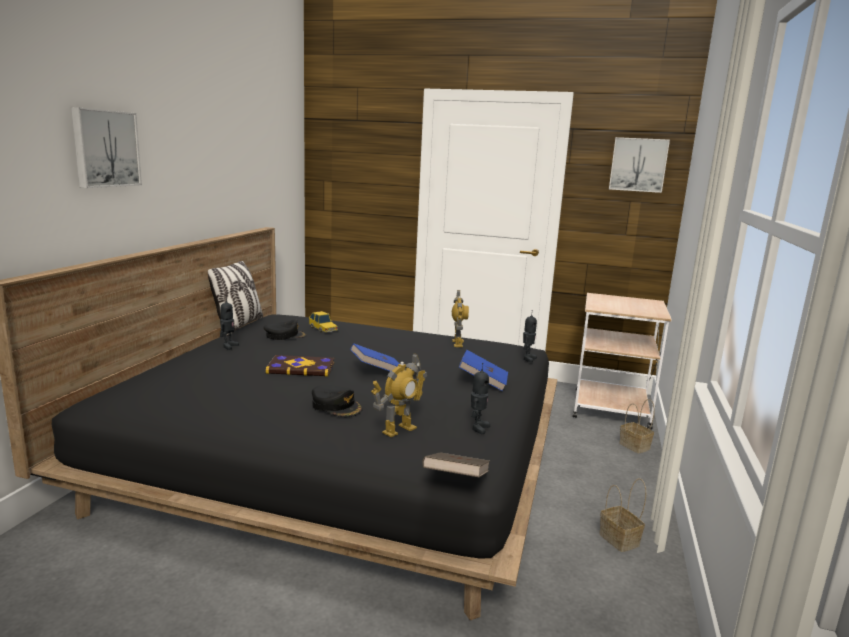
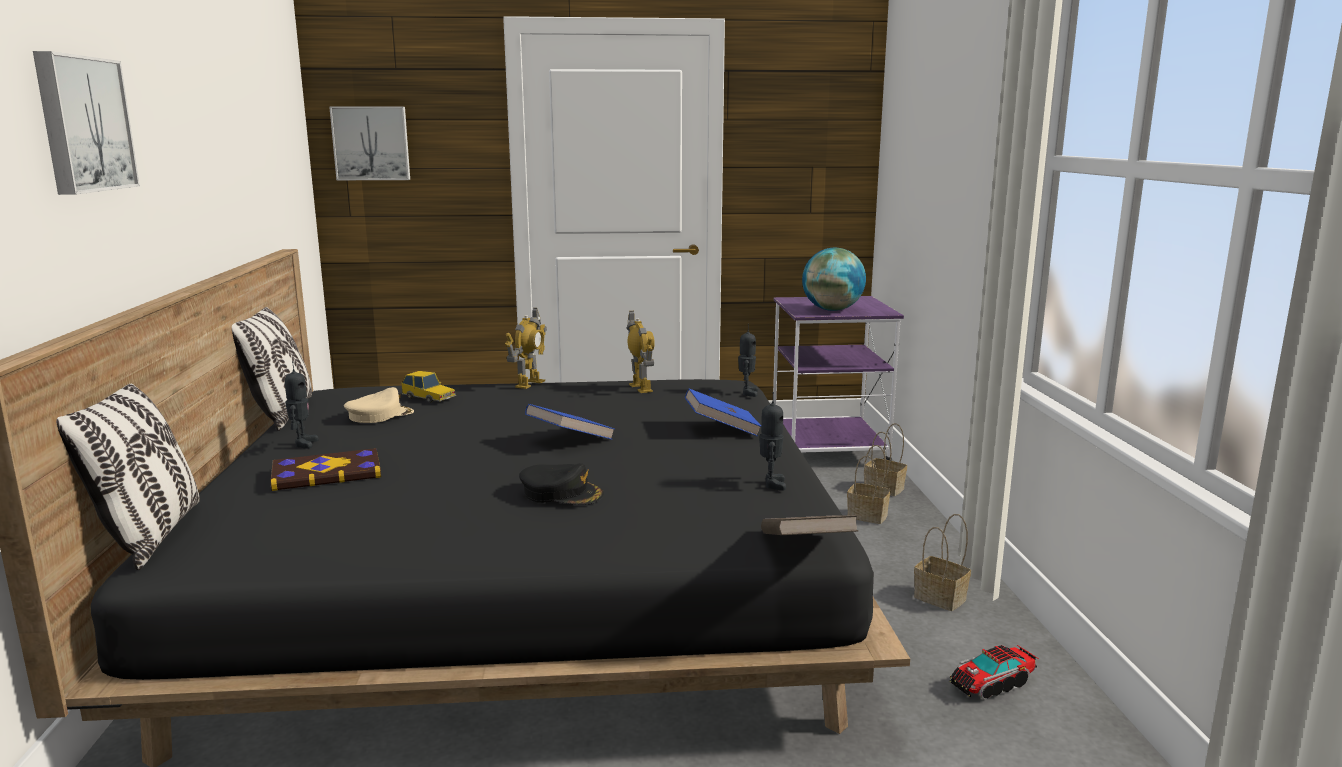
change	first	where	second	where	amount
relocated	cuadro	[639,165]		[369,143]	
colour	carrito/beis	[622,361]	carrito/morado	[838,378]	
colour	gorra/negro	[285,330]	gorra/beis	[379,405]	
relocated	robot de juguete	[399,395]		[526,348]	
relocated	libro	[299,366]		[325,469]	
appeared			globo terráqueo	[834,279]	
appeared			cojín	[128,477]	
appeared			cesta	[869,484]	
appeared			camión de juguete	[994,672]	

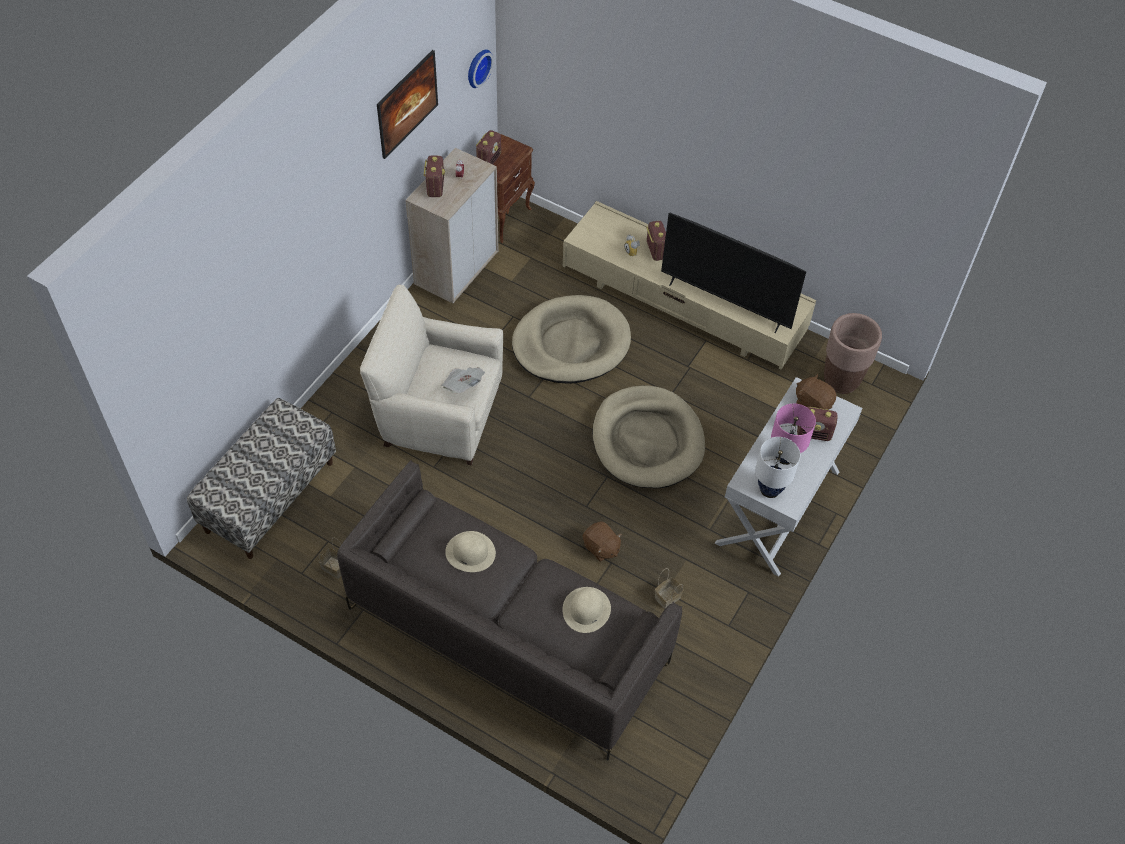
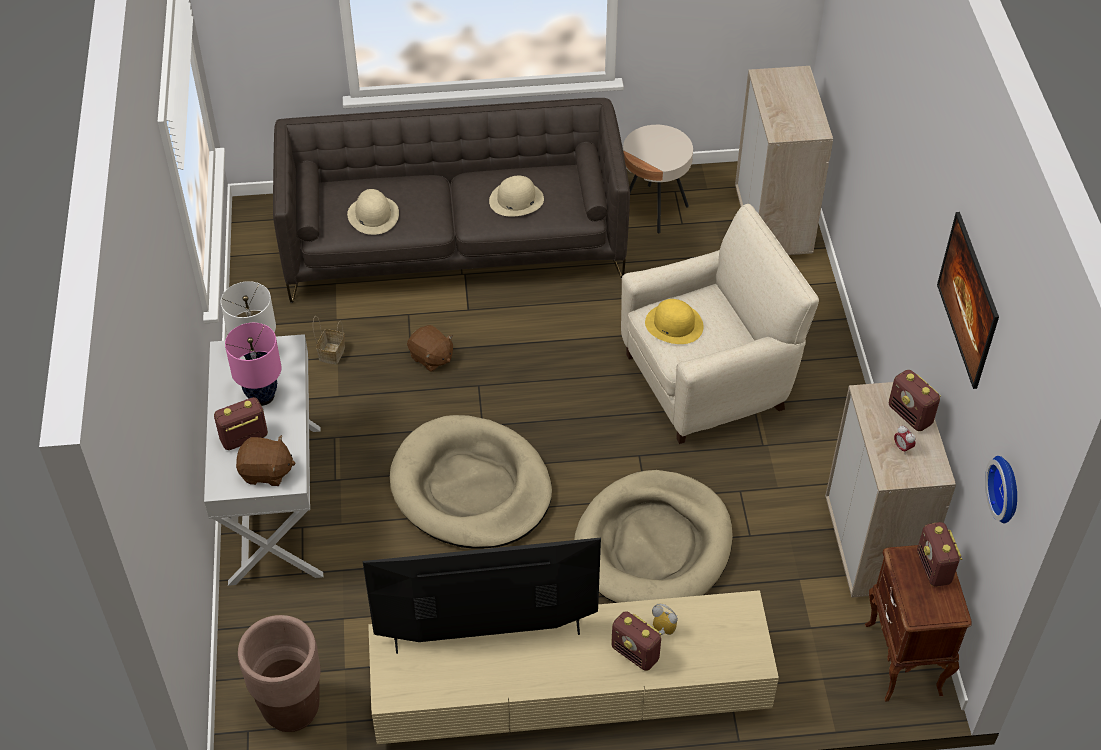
change	first	where	second	where	amount
exchanged	periódico	[463,380]	sombrero/amarillo	[674,321]	
exchanged	banco	[261,478]	armario/beis	[784,160]	
spun	peluche/marrón	[602,541]		[430,348]	150 degrees counterclockwise
exchanged	cesta	[330,558]	mesa auxiliar/beis	[658,179]	

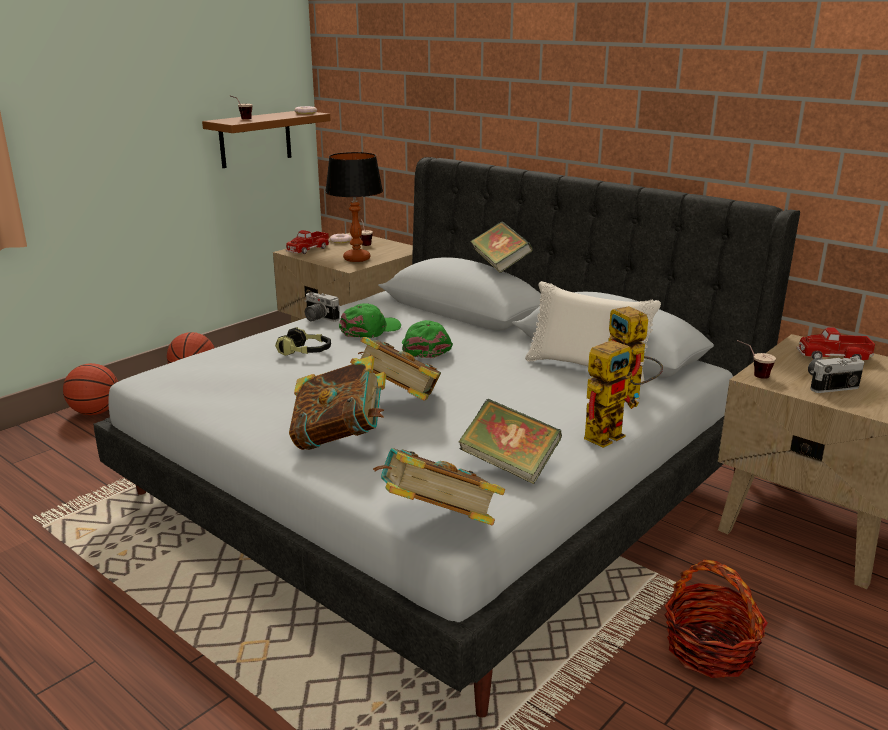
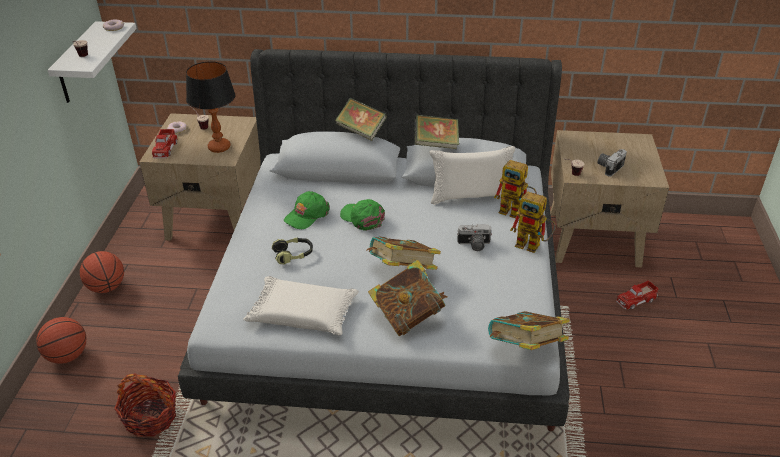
change	first	where	second	where	amount
colour	estante/marrón	[266,139]	estante/blanco	[92,62]	
relocated	cámara	[322,307]		[474,237]	
spun	gorra/verde	[370,320]		[307,210]	150 degrees counterclockwise
relocated	camión de juguete	[836,343]		[637,295]	
spun	robot de juguete	[611,392]		[533,222]	105 degrees clockwise
relocated	libro	[510,441]		[437,132]	
relocated	cesta	[716,619]		[145,405]	
appeared			cojín/blanco	[301,306]	

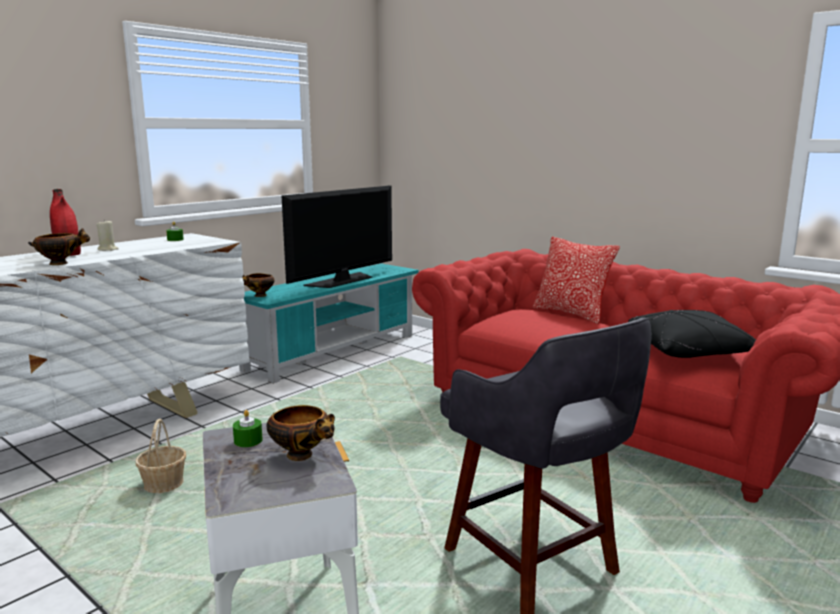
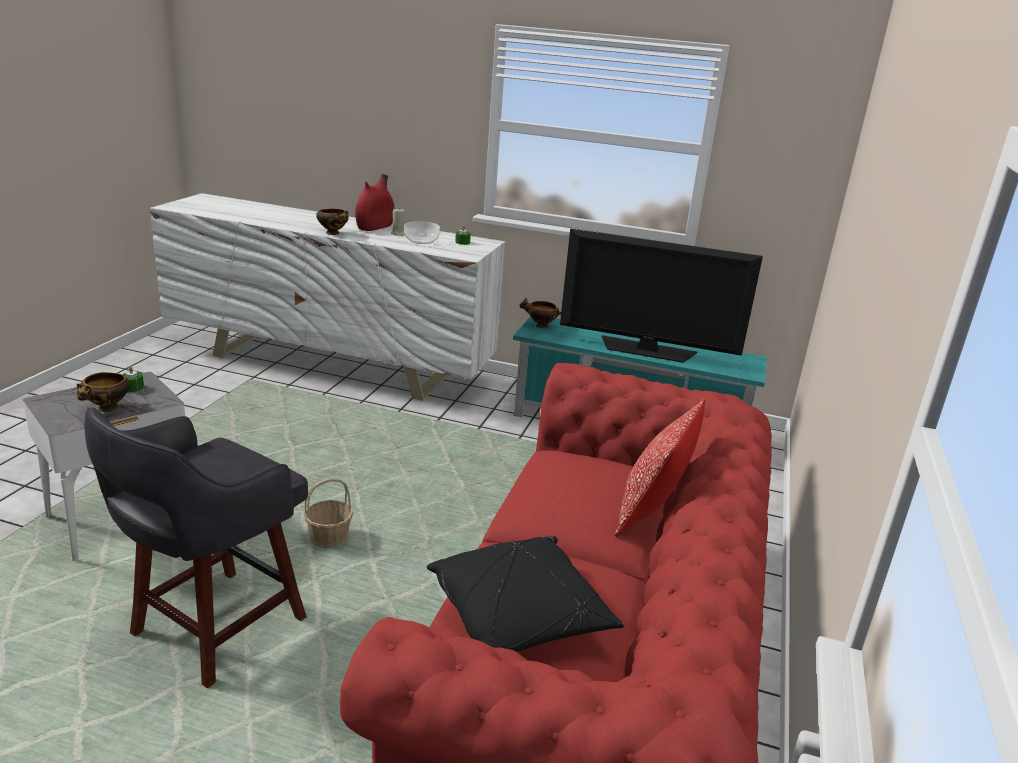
change	first	where	second	where	amount
relocated	cesta	[161,456]		[328,513]	
appeared			cuenco	[422,232]	

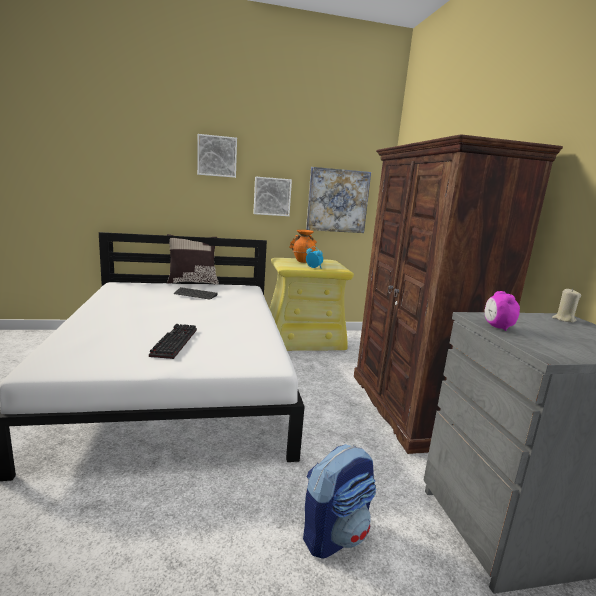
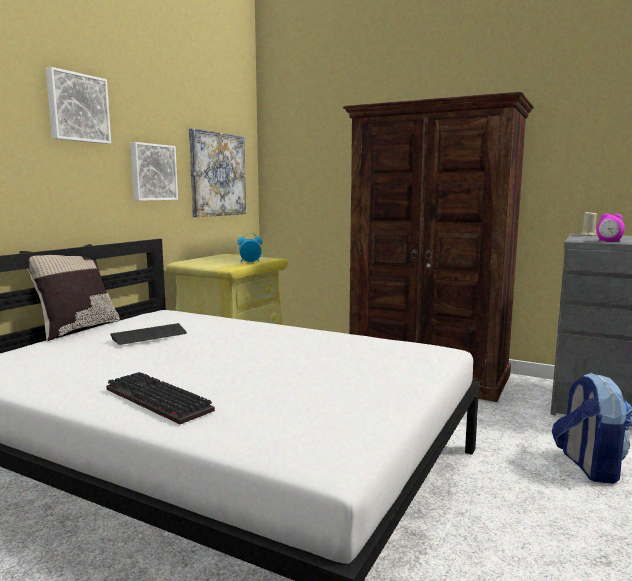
change	first	where	second	where	amount
missing	florero/naranja	[303,246]			
relocated	teclado	[173,341]		[160,398]	

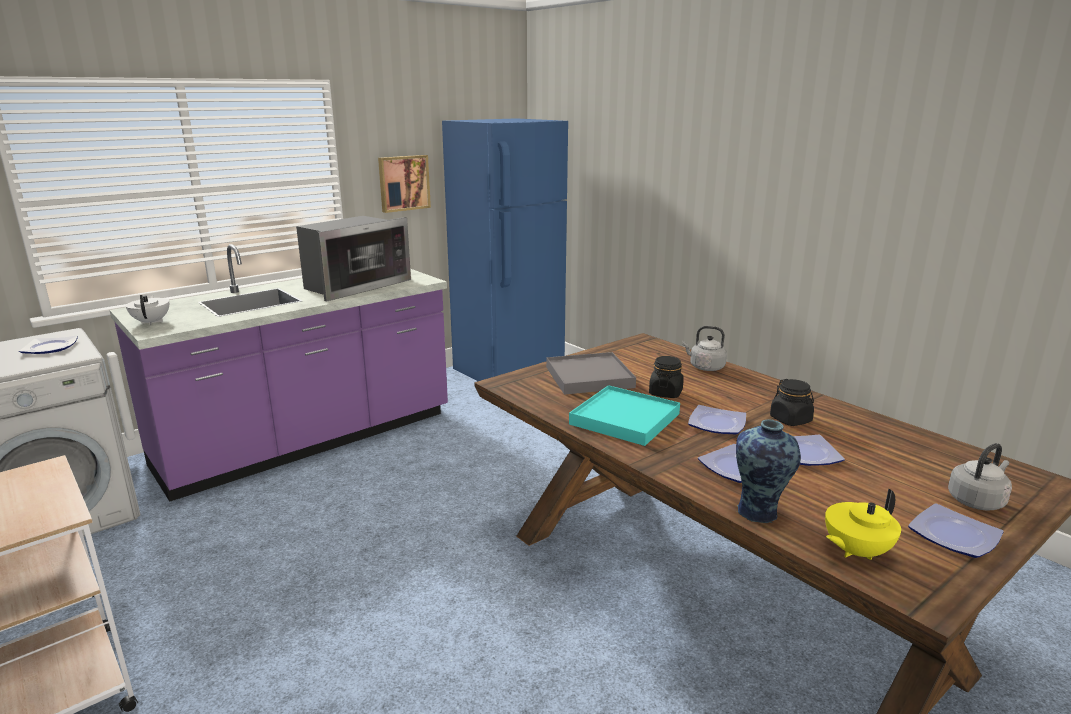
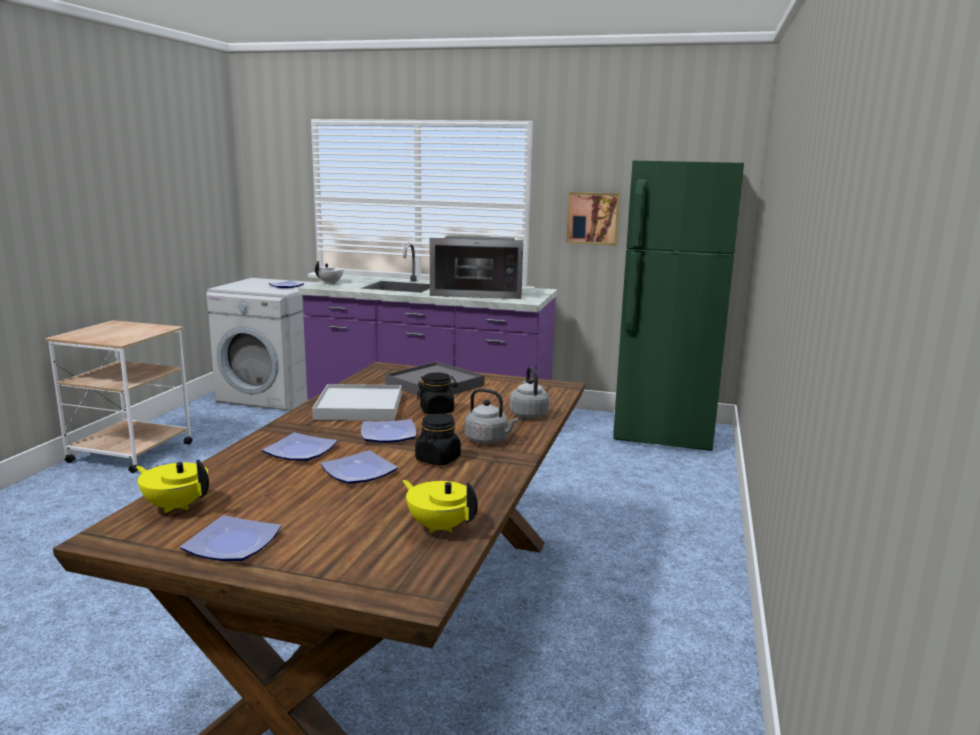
change	first	where	second	where	amount
colour	nevera/azul	[505,249]	nevera/verde	[678,306]	
colour	bandeja/turquesa	[624,415]	bandeja/blanco	[356,402]	
missing	florero	[768,471]			
relocated	hervidor/gris	[980,477]		[492,416]	
appeared			tetera/amarillo	[440,506]	

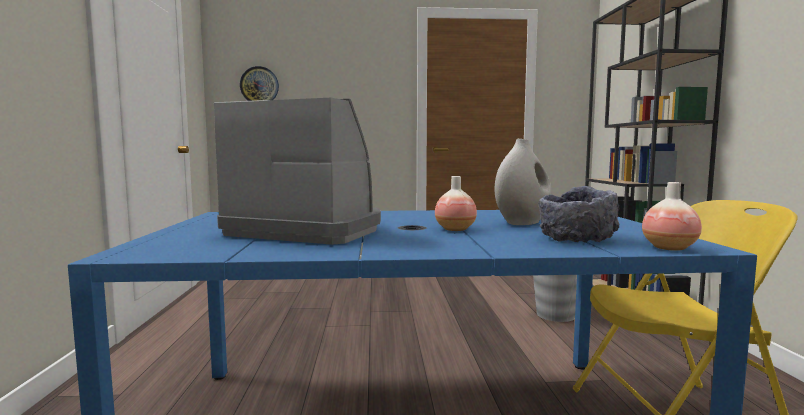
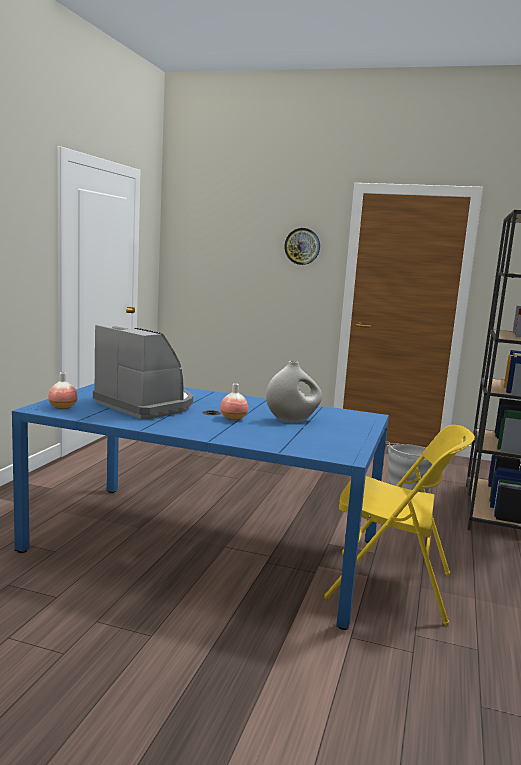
change	first	where	second	where	amount
relocated	reloj de pared	[259,83]		[302,246]	
relocated	florero	[672,216]		[63,390]	
missing	cuenco/gris	[578,214]			

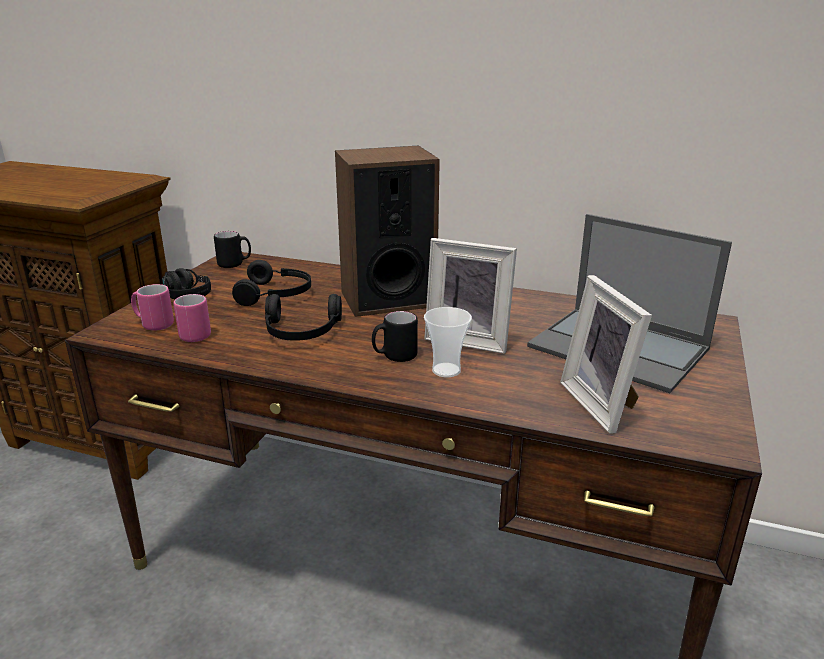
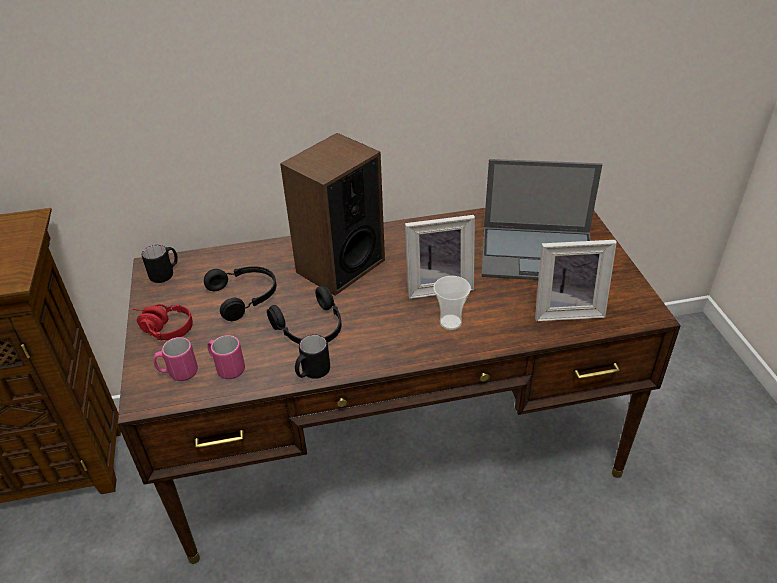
change	first	where	second	where	amount
colour	auriculares/negro	[186,283]	auriculares/rojo	[162,322]	
spun	portarretratos	[606,354]		[576,280]	45 degrees counterclockwise
relocated	taza grande/negro	[395,336]		[312,356]	

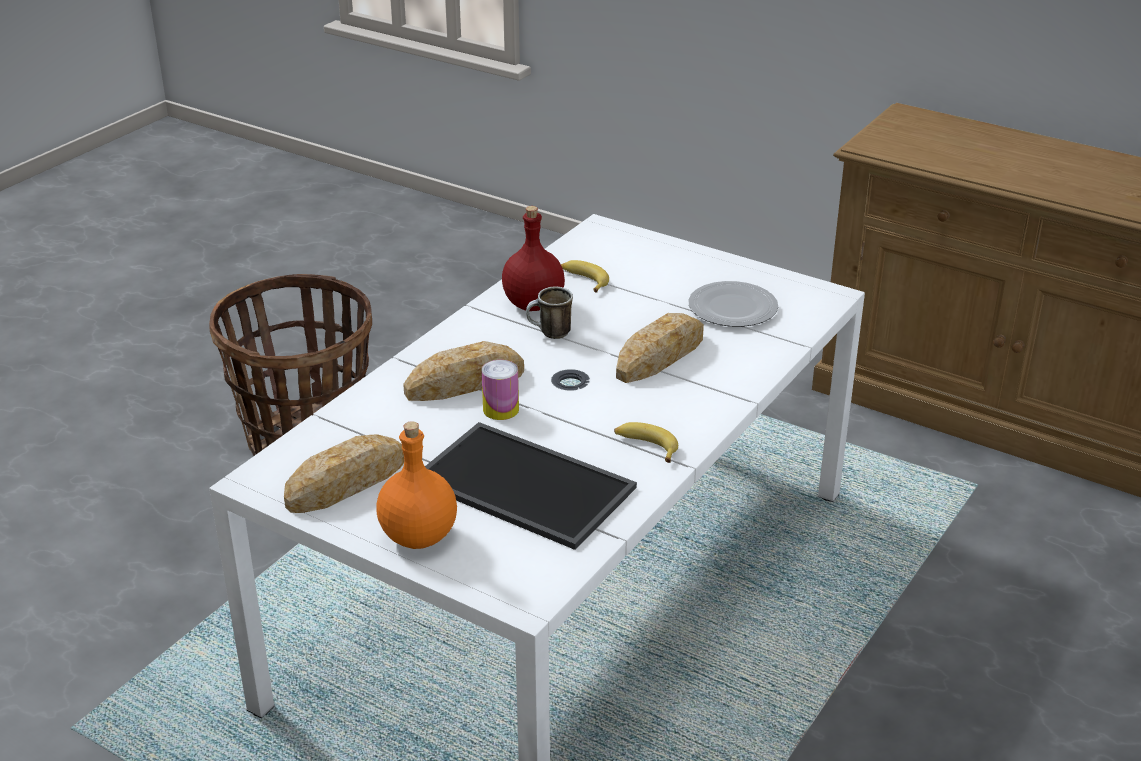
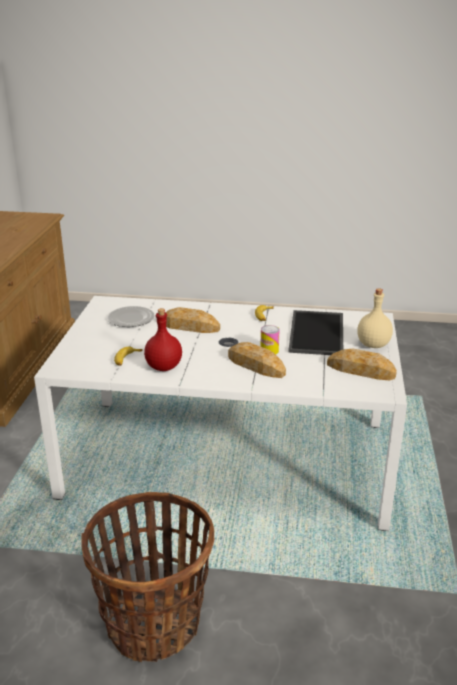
change	first	where	second	where	amount
missing	taza grande	[549,312]			
colour	botella/naranja	[416,485]	botella/beis	[375,318]	

